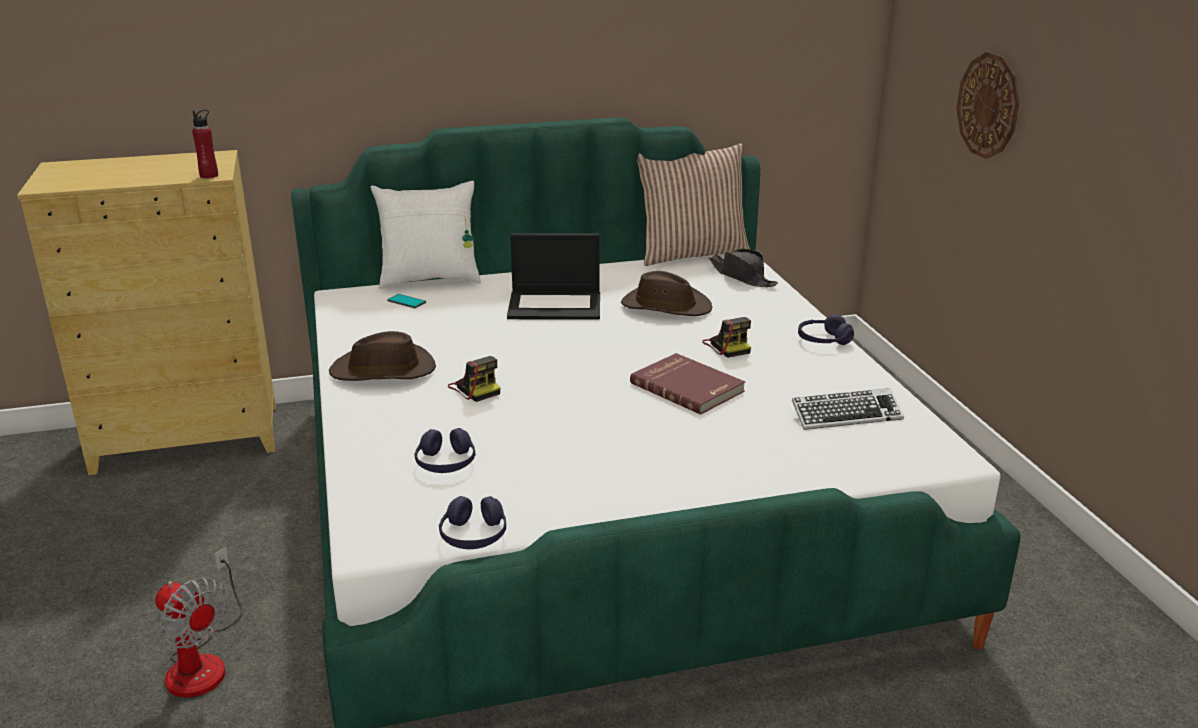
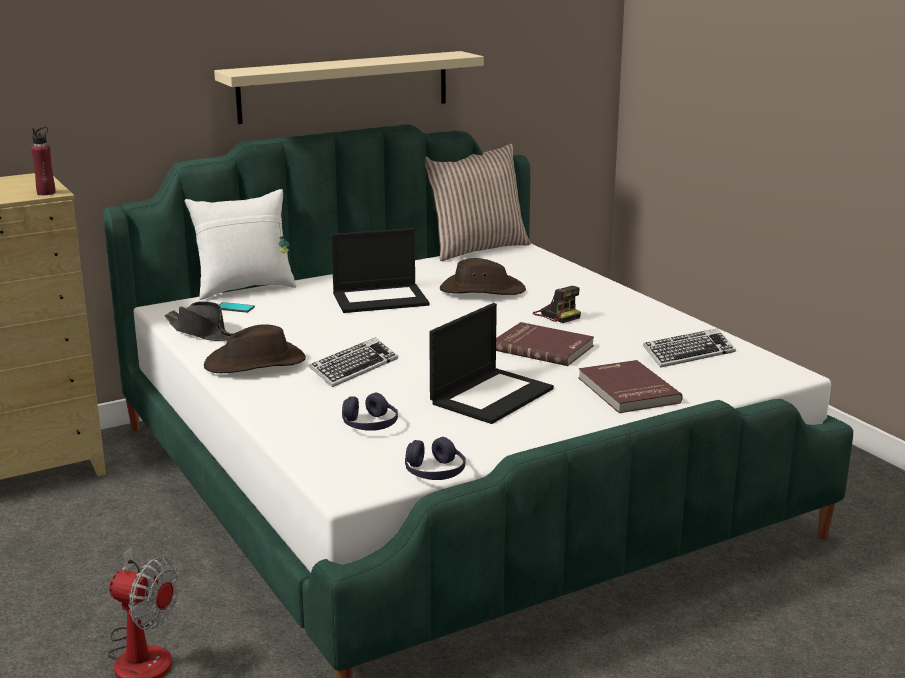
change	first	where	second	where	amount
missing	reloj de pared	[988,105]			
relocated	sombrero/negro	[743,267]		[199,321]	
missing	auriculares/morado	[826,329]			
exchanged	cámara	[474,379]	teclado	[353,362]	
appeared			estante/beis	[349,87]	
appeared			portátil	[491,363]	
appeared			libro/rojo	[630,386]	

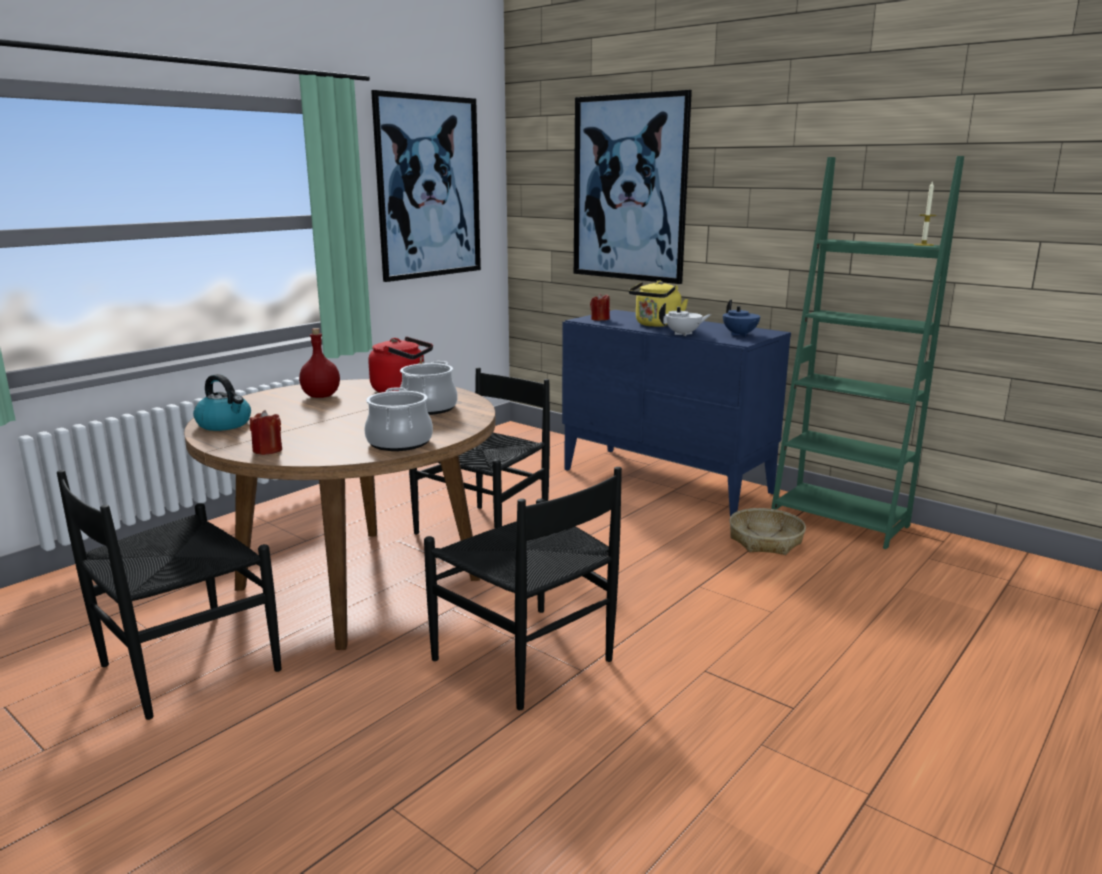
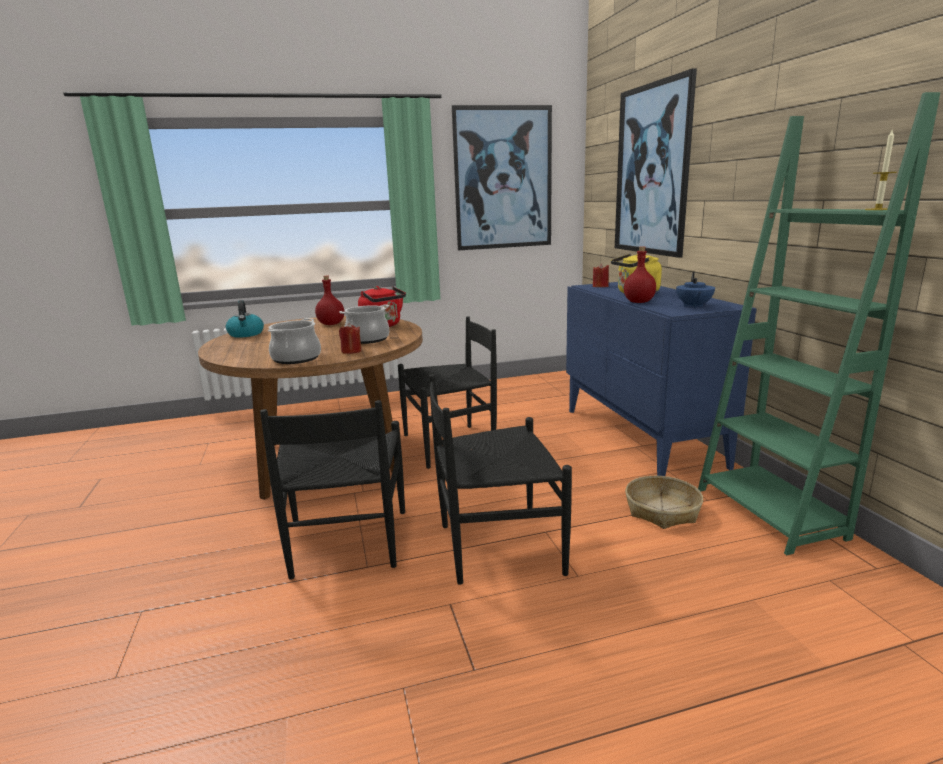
change	first	where	second	where	amount
exchanged	tetera/blanco	[685,319]	botella/rojo	[640,274]	
relocated	vela/rojo	[266,432]		[350,338]	
relocated	silla/negro	[169,595]		[500,480]	

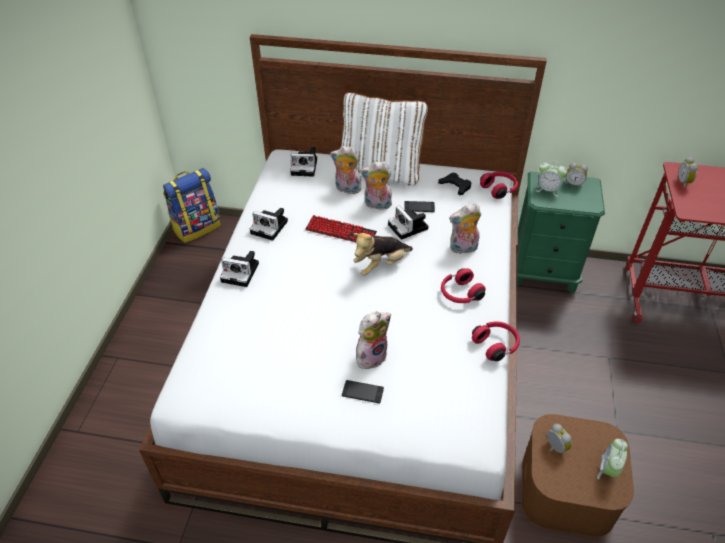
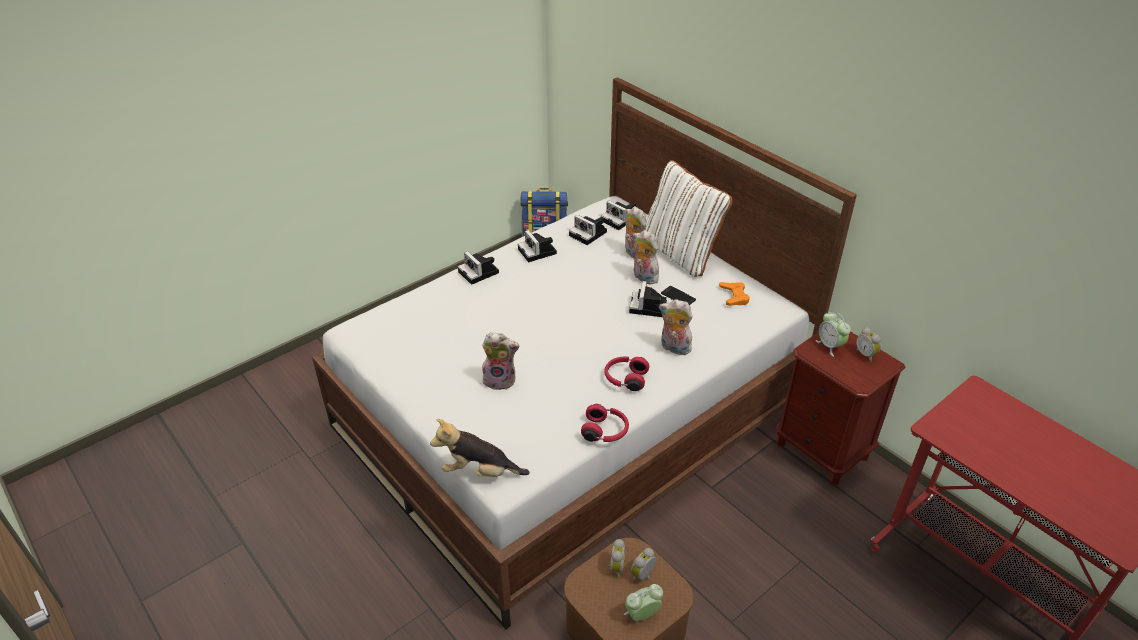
change	first	where	second	where	amount
relocated	despertador	[688,172]		[643,564]	
colour	mesita de noche/verde	[561,232]	mesita de noche/marrón	[841,408]	
colour	mando de consola/negro	[455,183]	mando de consola/naranja	[734,294]	
missing	auriculares/rojo	[499,185]			
missing	teclado	[341,228]			
relocated	peluche	[383,254]		[479,448]	
missing	móvil	[363,392]			
appeared			cámara	[588,230]	

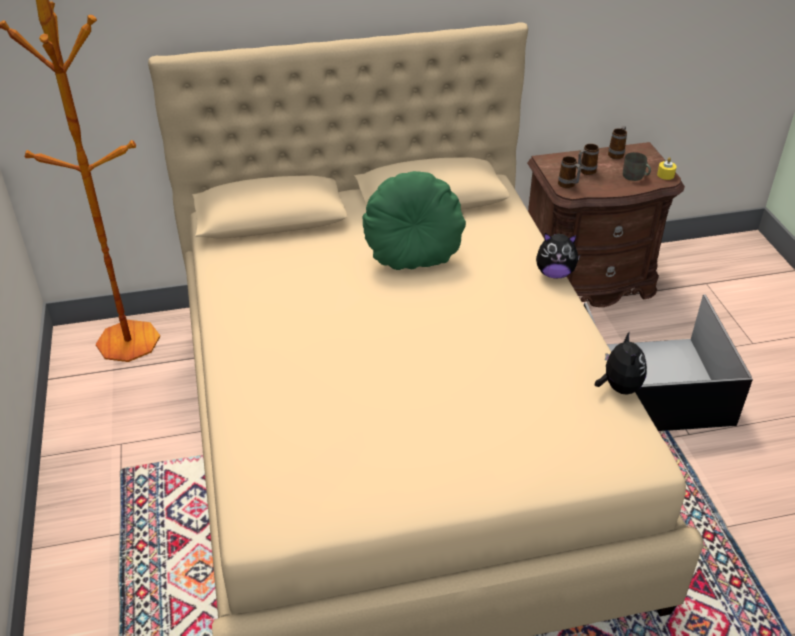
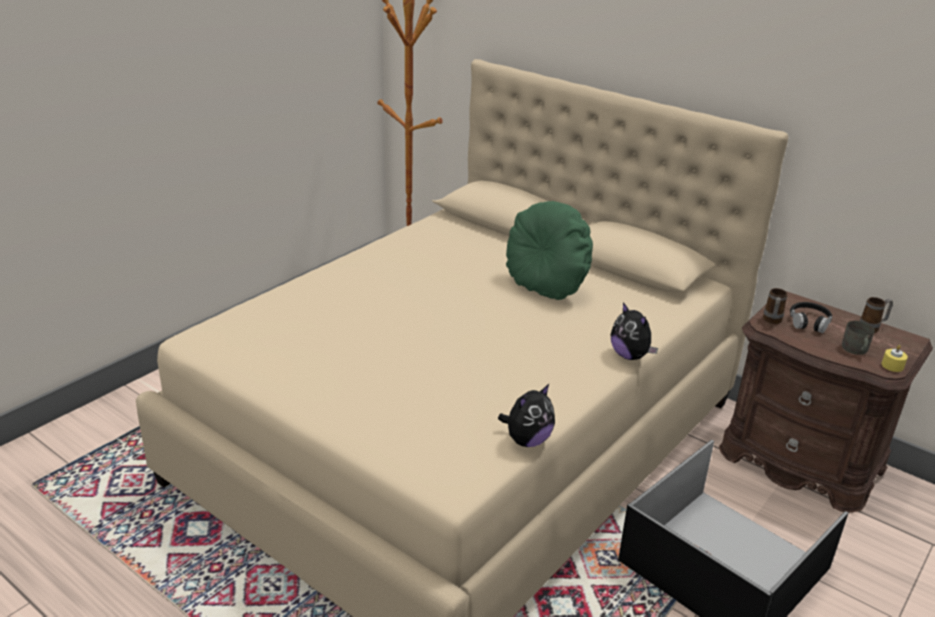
change	first	where	second	where	amount
exchanged	taza grande	[588,159]	auriculares/negro	[811,317]	

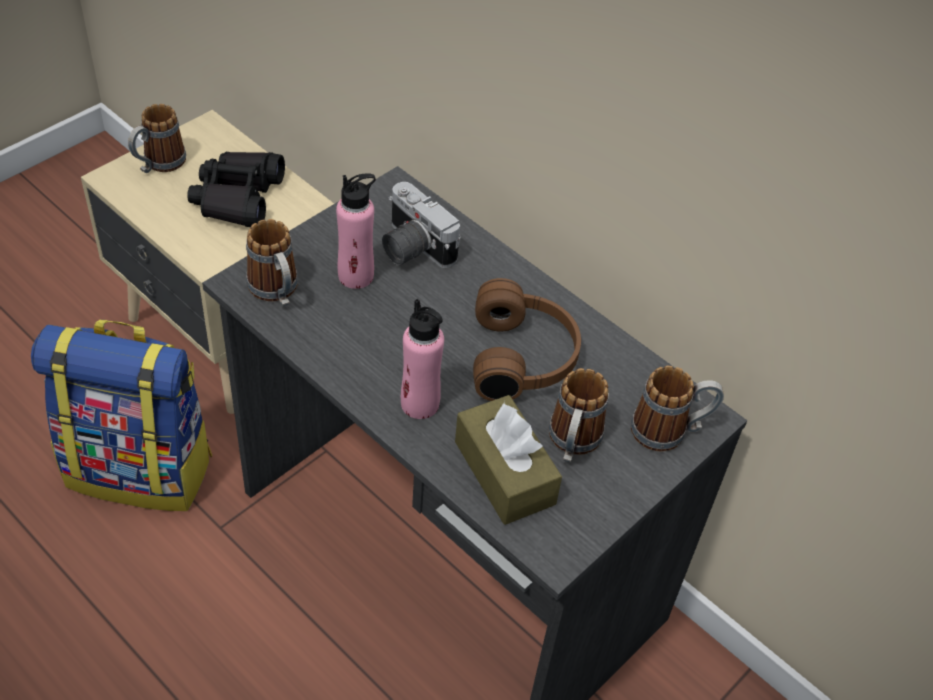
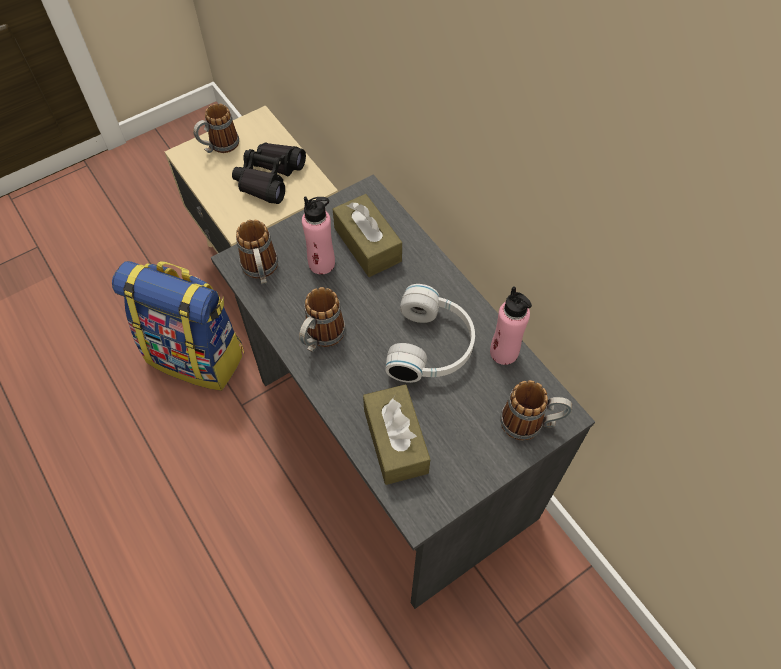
change	first	where	second	where	amount
exchanged	cámara	[421,225]	caja de pañuelos/marrón	[367,235]	
colour	auriculares/marrón	[527,339]	auriculares/blanco	[430,333]	
relocated	botella/rosa	[422,359]		[511,325]	
relocated	taza grande	[579,415]		[322,319]	

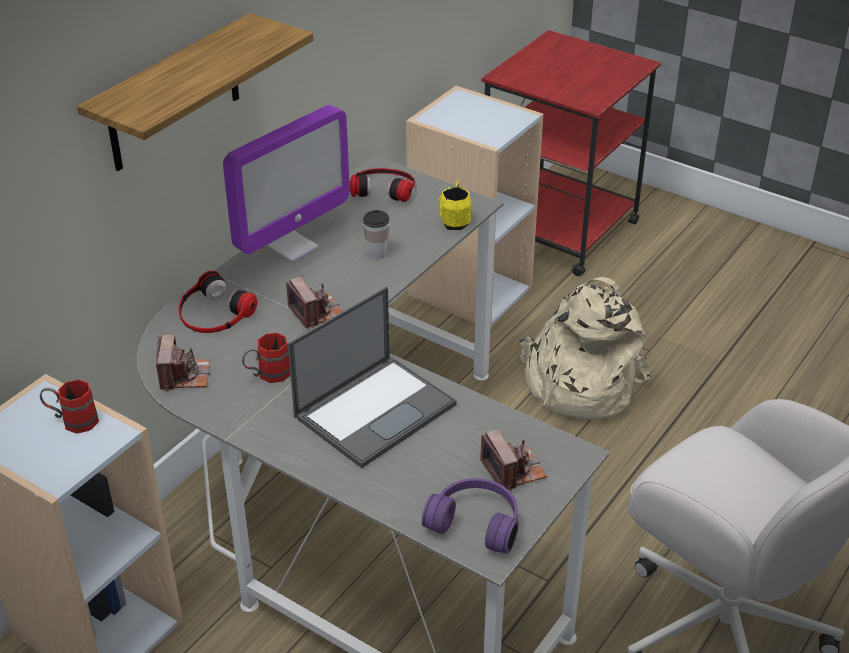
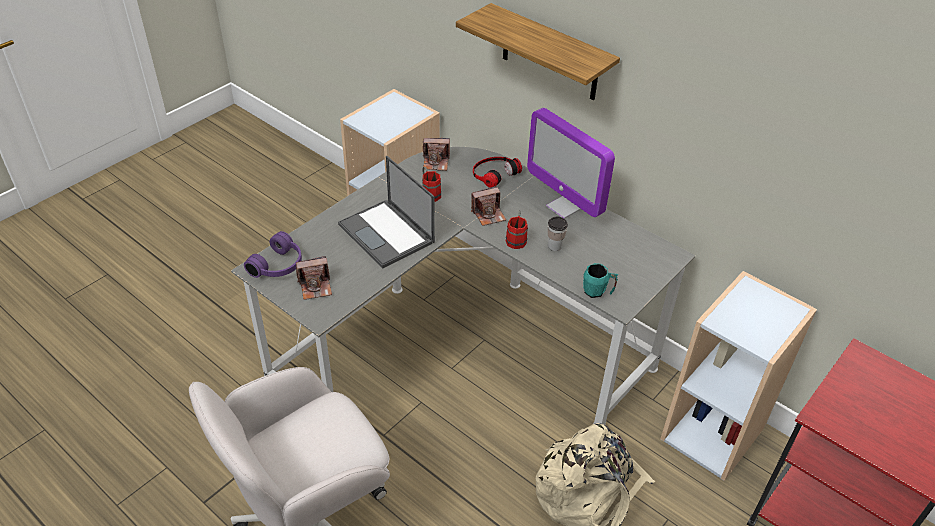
change	first	where	second	where	amount
missing	auriculares	[382,185]			
colour	taza grande/amarillo	[455,205]	taza grande/turquesa	[600,280]	
relocated	taza grande/rojo	[69,406]		[517,230]	

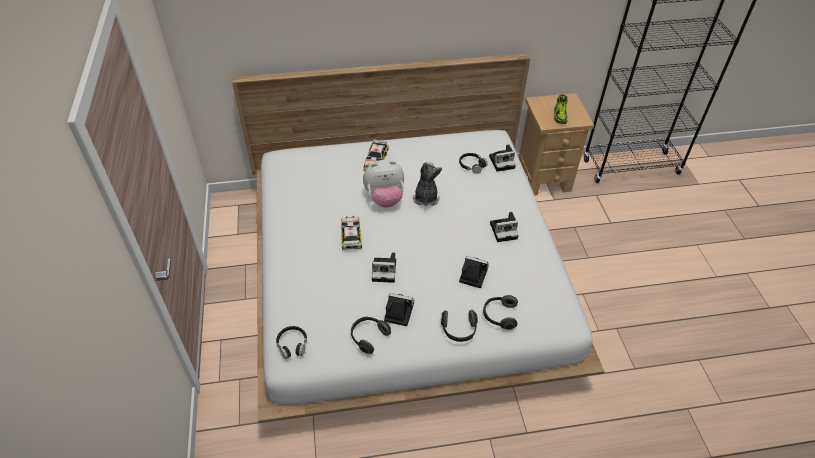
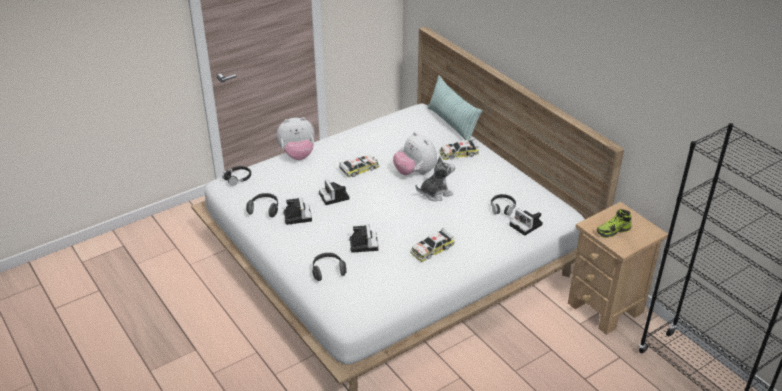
change	first	where	second	where	amount
exchanged	cámara	[504,227]	coche de juguete	[432,245]	
missing	auriculares	[459,326]			
appeared			cojín	[454,107]	
appeared			peluche	[296,138]	

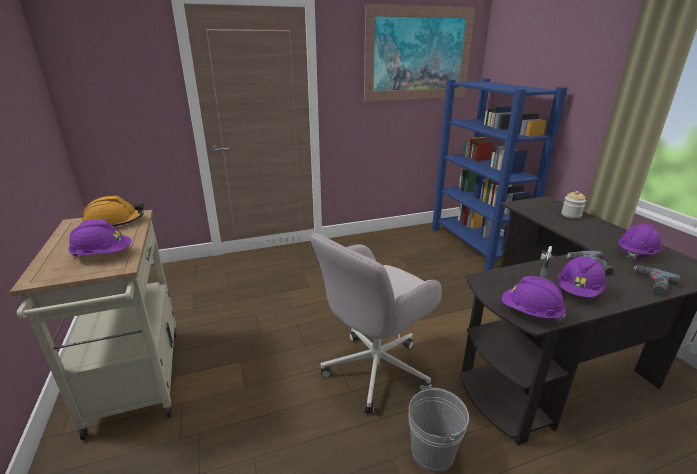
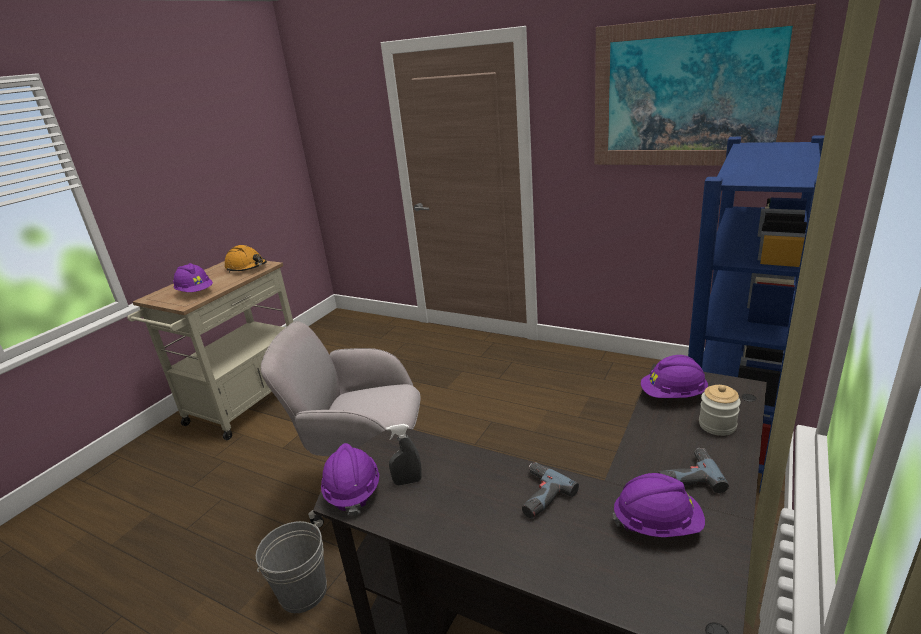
change	first	where	second	where	amount
relocated	casco/morado	[582,276]		[674,376]	
relocated	taladro	[656,280]		[693,470]	

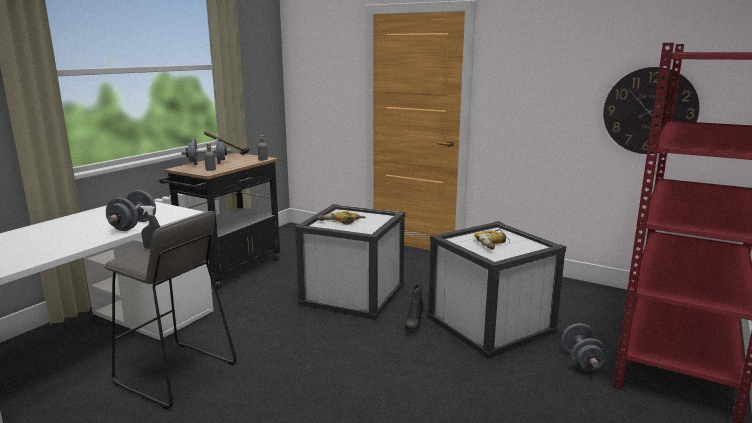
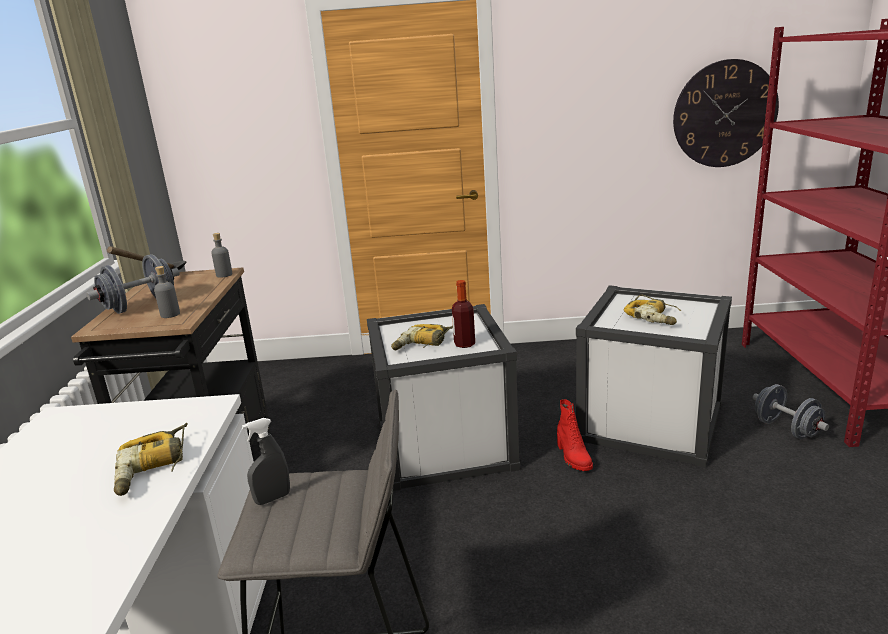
change	first	where	second	where	amount
exchanged	mancuerna/gris	[131,210]	taladro	[151,459]	
colour	bota/negro	[414,308]	bota/rojo	[575,435]	
appeared			botella	[463,314]	

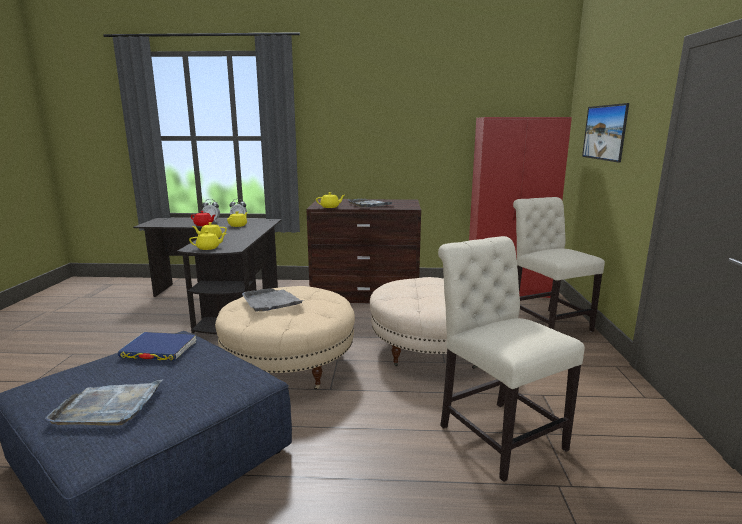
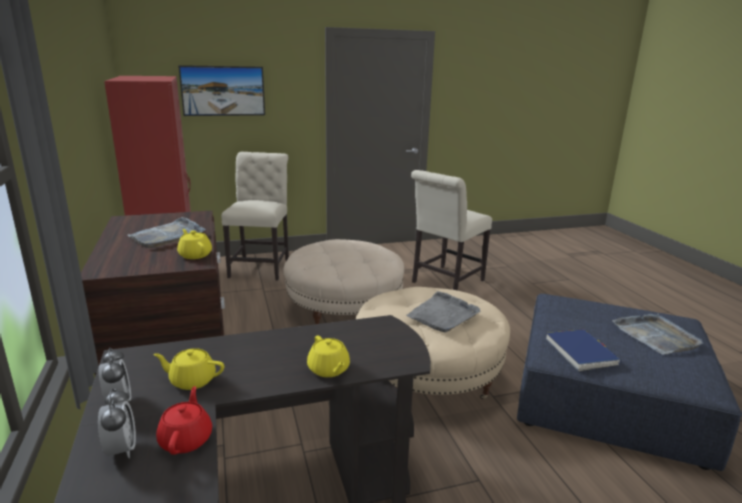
change	first	where	second	where	amount
spun	silla/beis	[559,264]		[255,216]	135 degrees clockwise
missing	tetera/amarillo	[208,240]			

